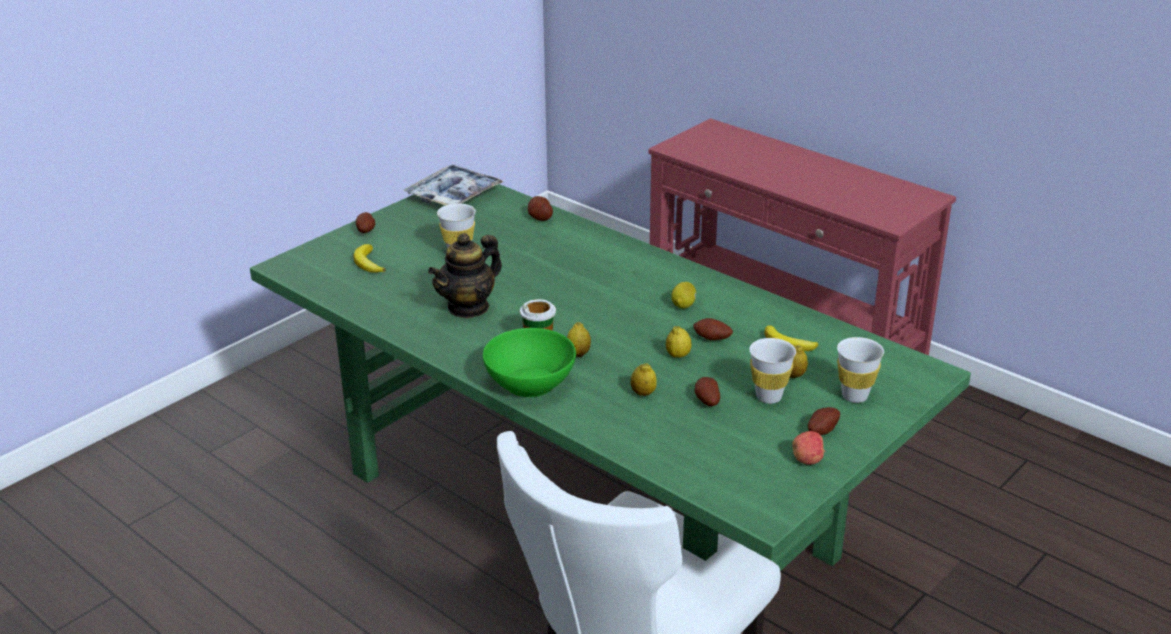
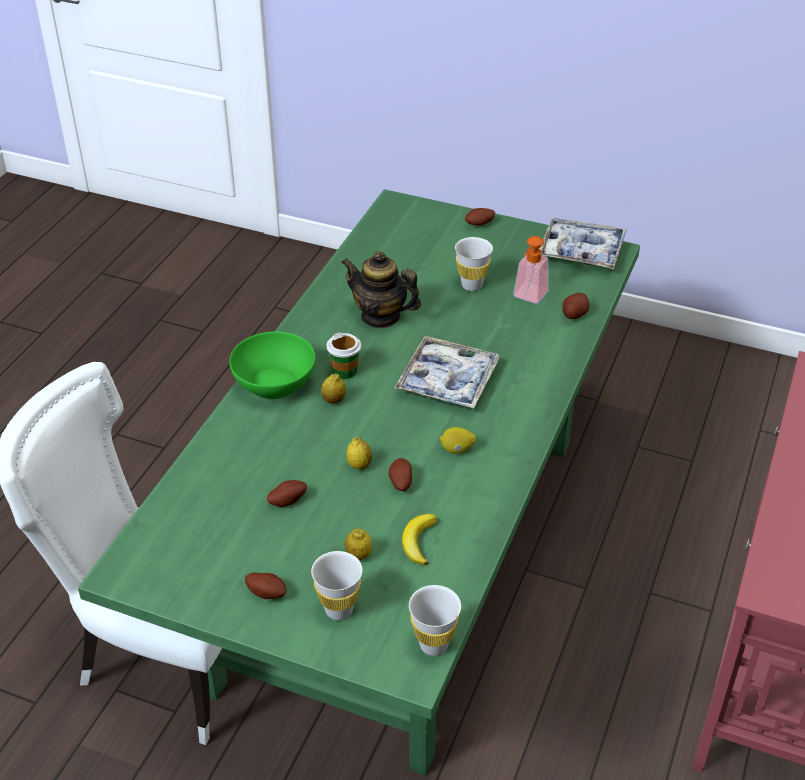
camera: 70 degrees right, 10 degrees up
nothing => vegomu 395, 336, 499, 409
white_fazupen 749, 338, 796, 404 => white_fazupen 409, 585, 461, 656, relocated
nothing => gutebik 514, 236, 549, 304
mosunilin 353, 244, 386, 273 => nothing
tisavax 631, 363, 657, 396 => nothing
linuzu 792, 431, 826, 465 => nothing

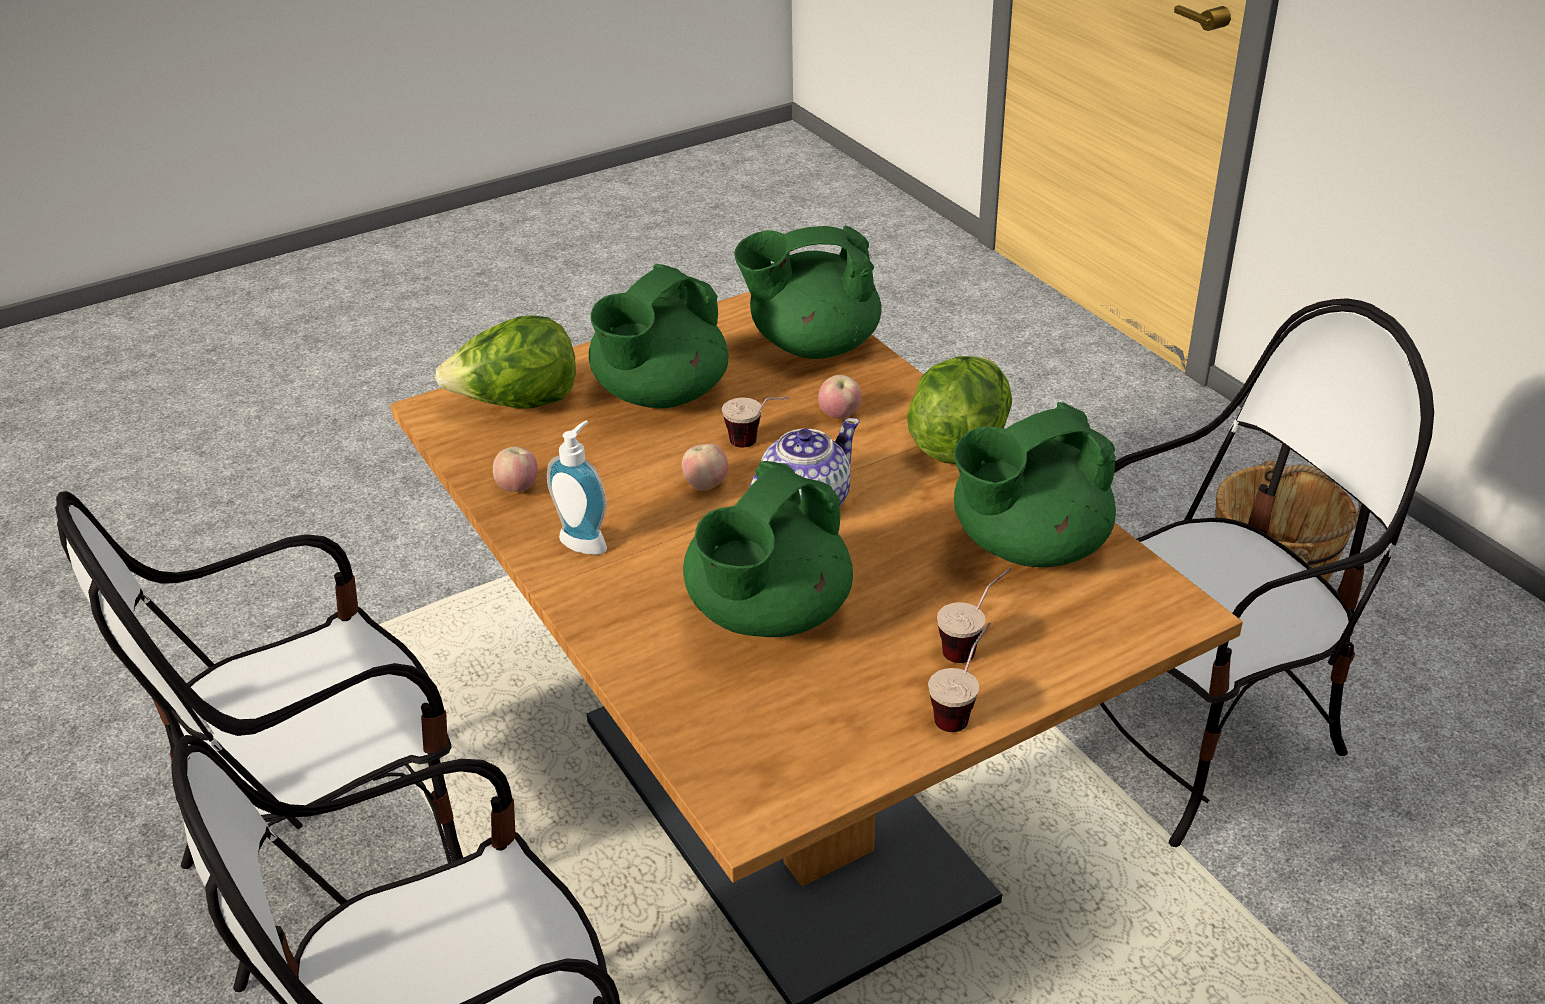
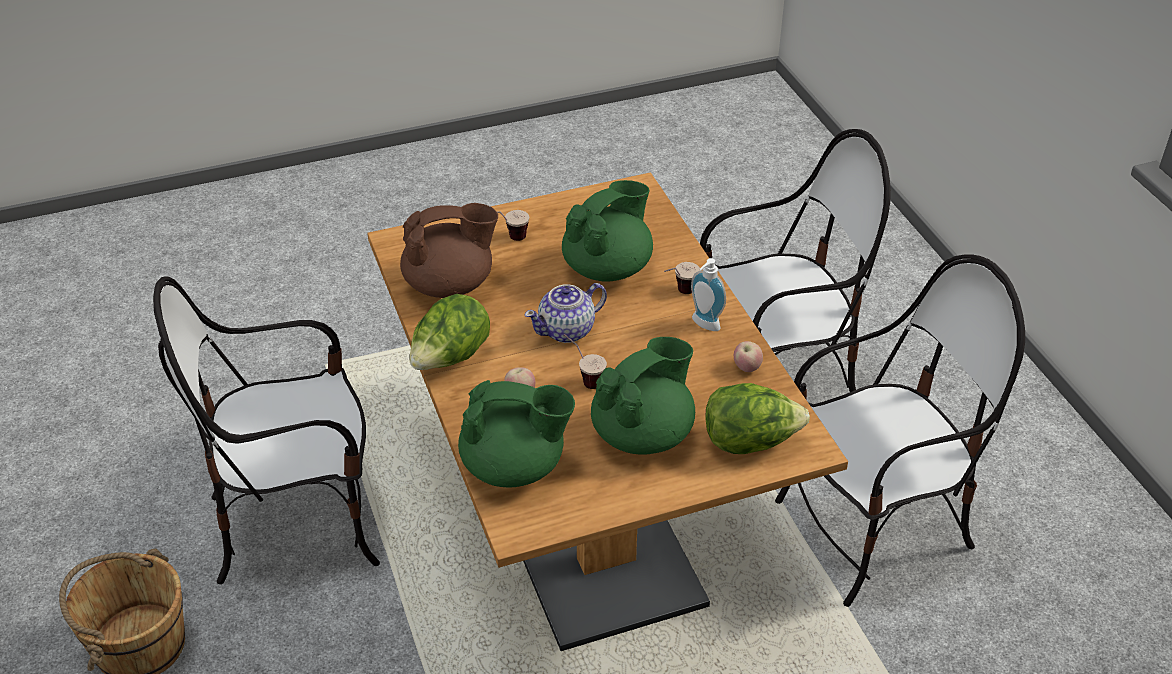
camera: 170 degrees left, 5 degrees up
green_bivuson 954, 402, 1116, 567 => brown_bivuson 400, 203, 498, 298
fazupen 928, 622, 991, 732 => fazupen 664, 262, 700, 294, relocated
linuzu 682, 444, 728, 491 => nothing

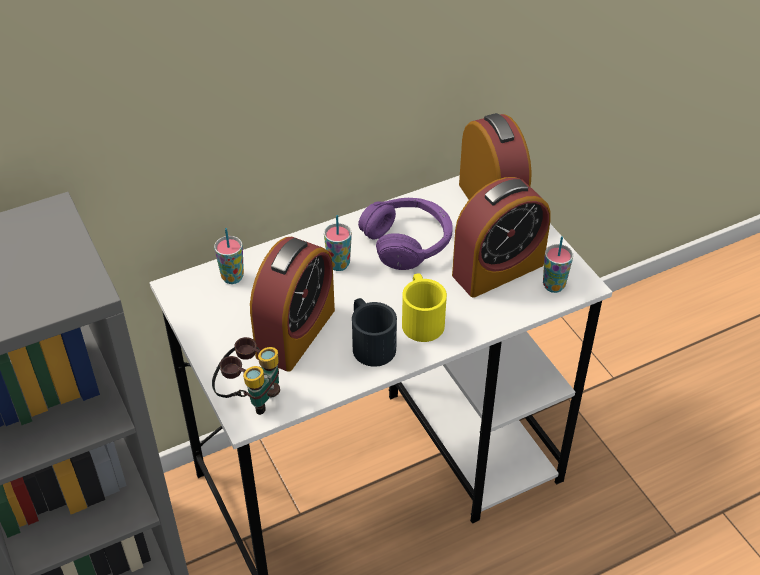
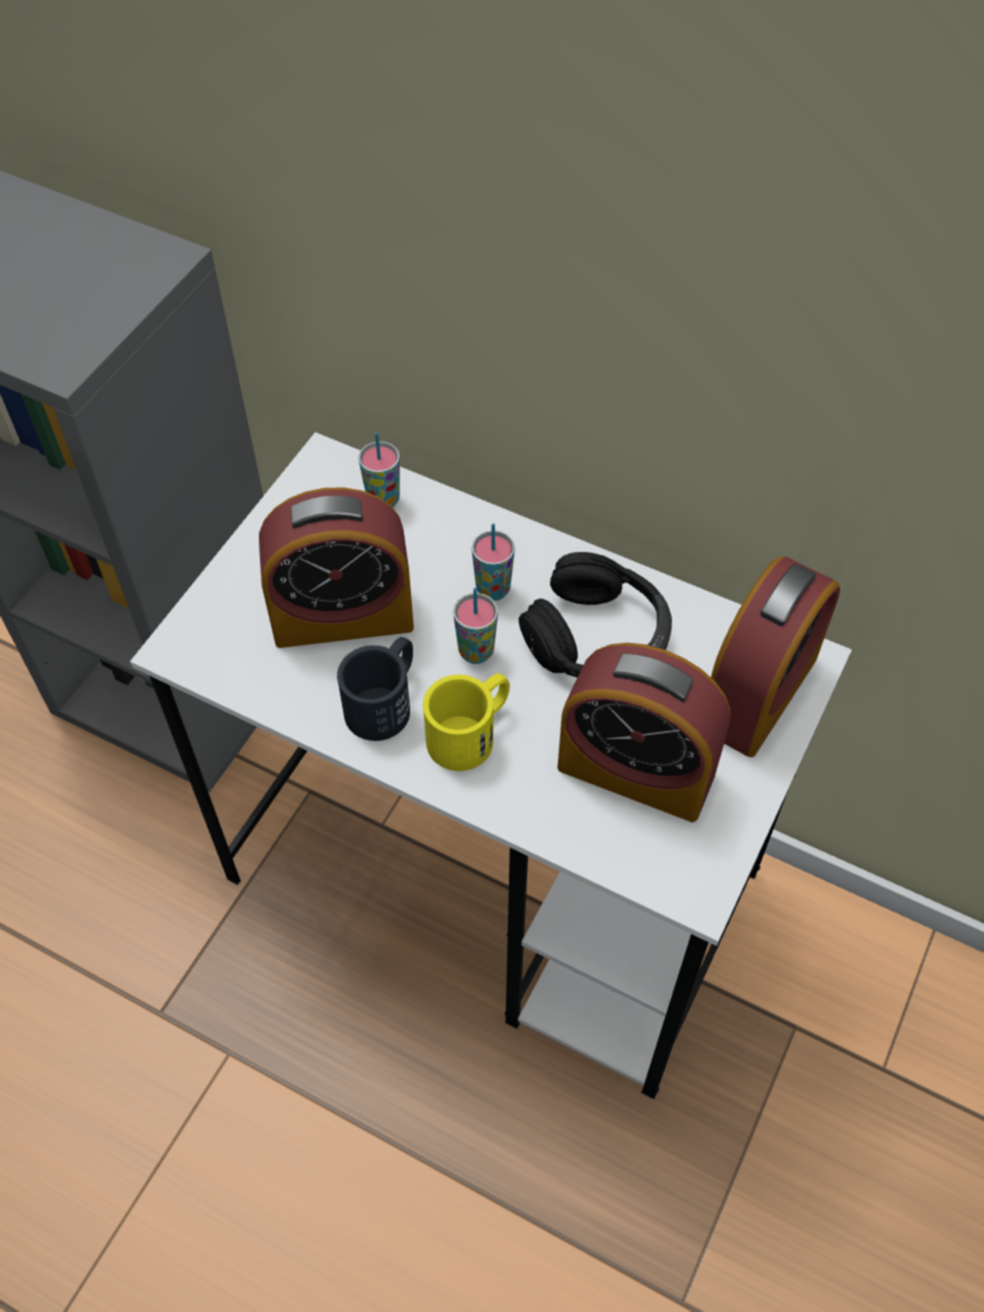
camera: 55 degrees right, 10 degrees up
fazupen 543, 236, 573, 293 => fazupen 453, 588, 498, 664, relocated
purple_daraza 358, 198, 453, 270 => black_daraza 519, 552, 672, 678
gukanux 212, 337, 280, 415 => nothing

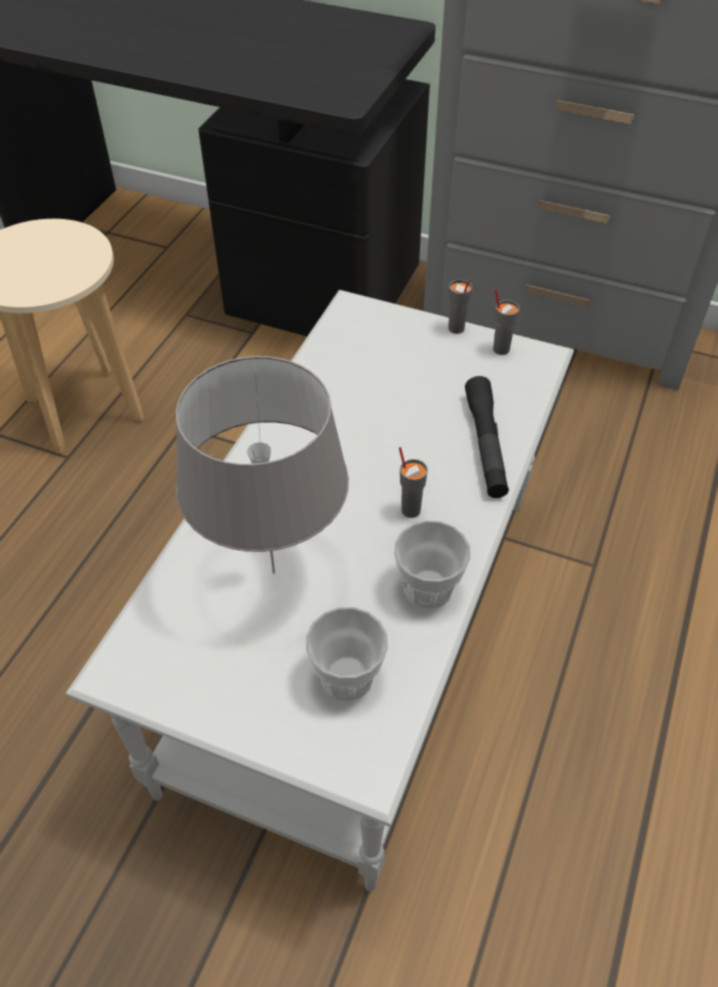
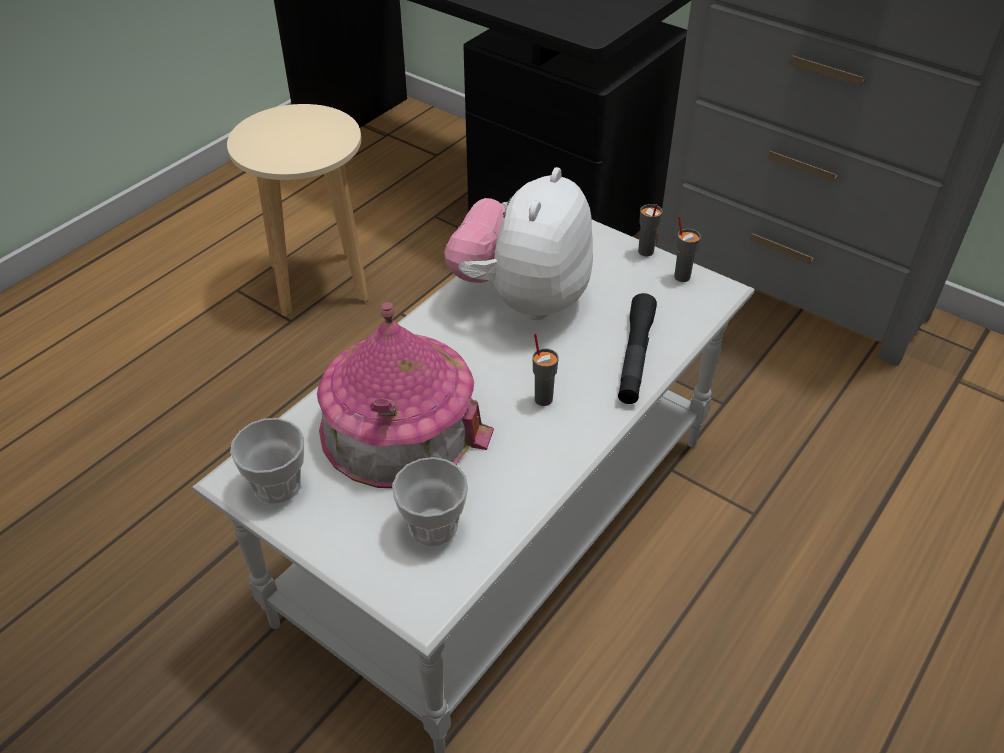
camera: 15 degrees right, 5 degrees down
fazupen 394, 520, 470, 609 => fazupen 230, 418, 304, 504, relocated
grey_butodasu 176, 356, 349, 574 => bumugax 317, 302, 494, 488
nothing => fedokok 444, 167, 593, 320

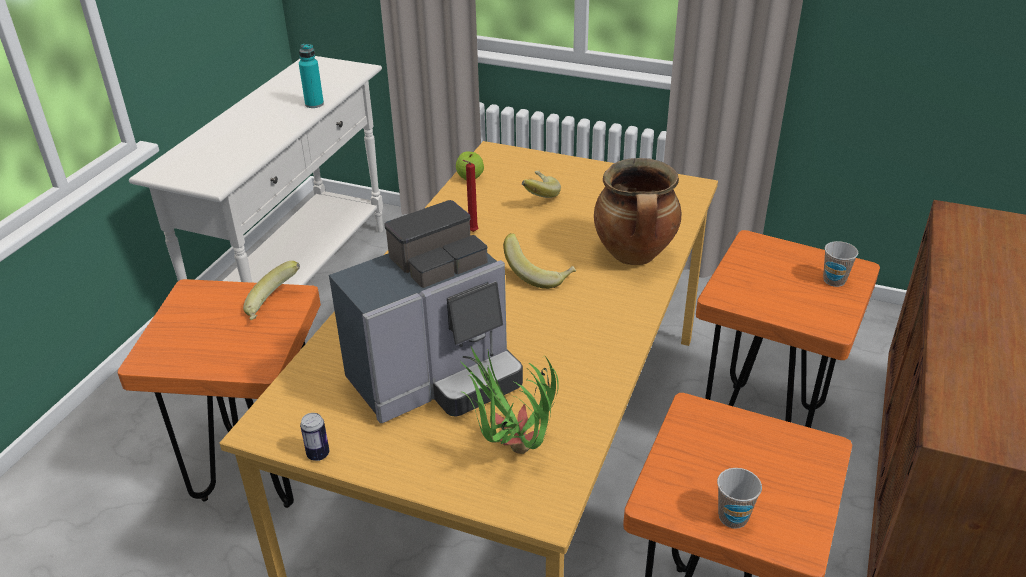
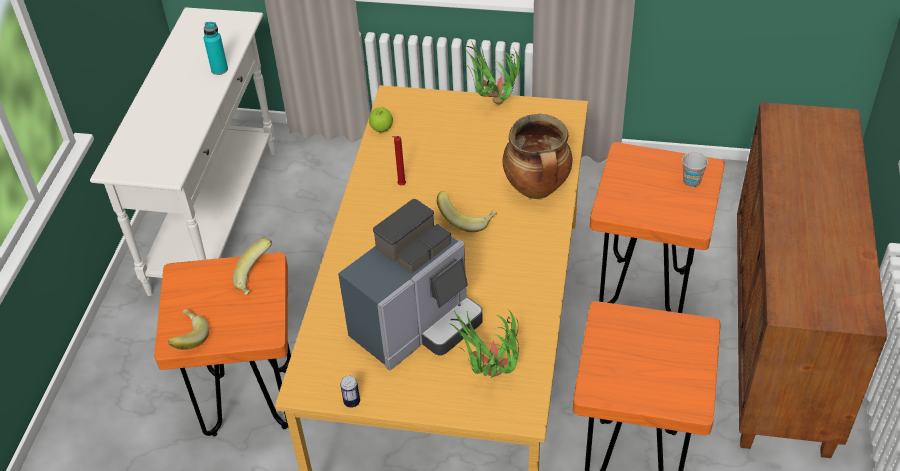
camera: 10 degrees left, 10 degrees up
mosunilin 522, 171, 561, 198 => mosunilin 168, 309, 209, 350, relocated
nothing => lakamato 465, 42, 521, 105
fazupen 717, 468, 762, 528 => nothing

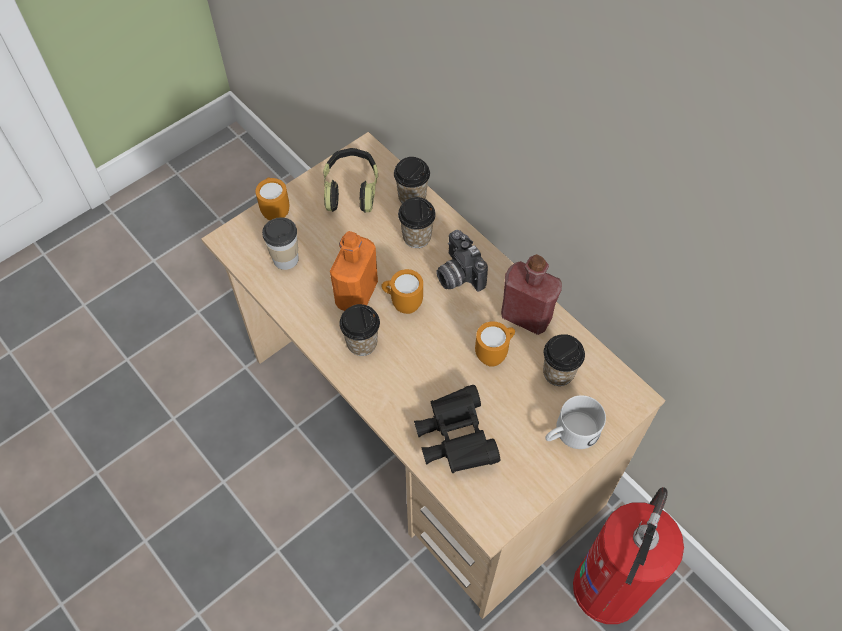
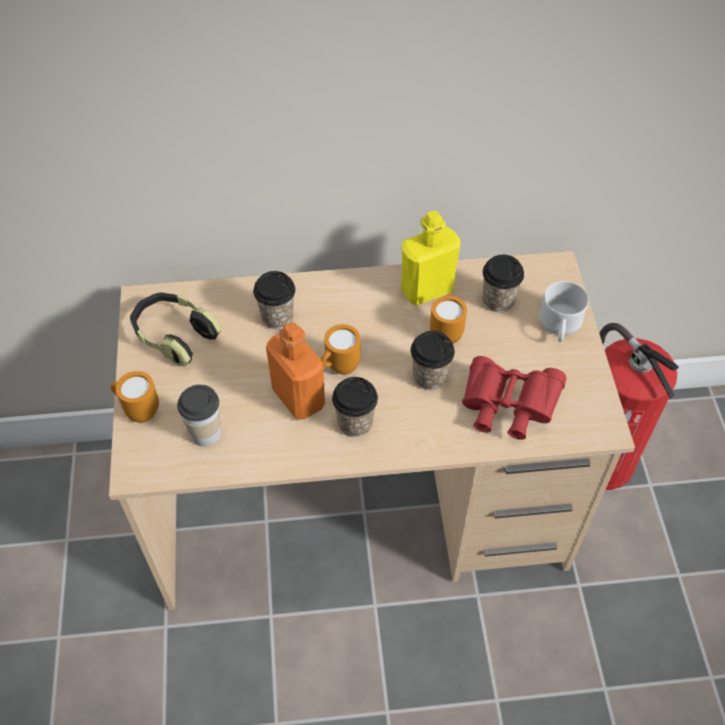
camera: 55 degrees left, 5 degrees down
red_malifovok 501, 254, 562, 335 => yellow_malifovok 401, 211, 460, 305
fazupen 394, 157, 430, 204 => fazupen 411, 331, 455, 390, relocated
black_gukanux 414, 385, 500, 473 => red_gukanux 462, 356, 566, 440
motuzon 436, 230, 488, 291 => nothing

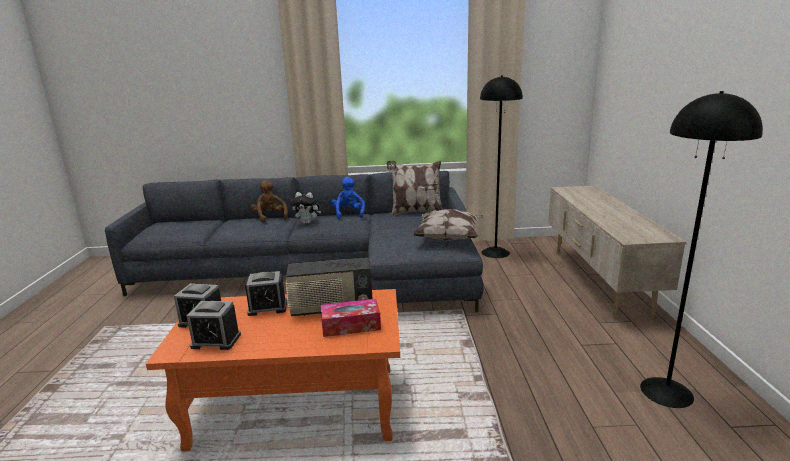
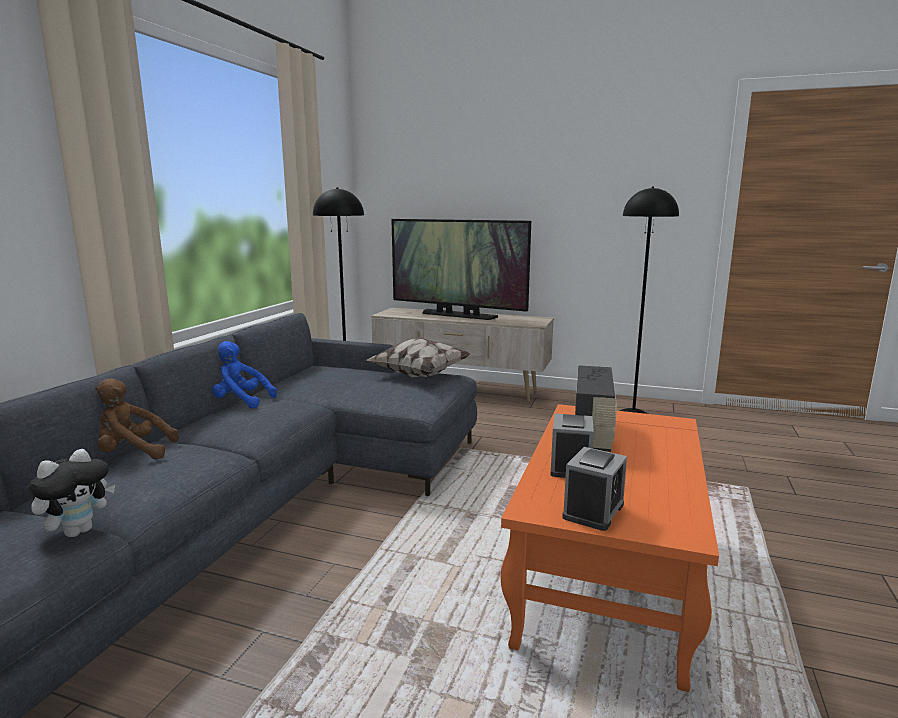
camera: 70 degrees left, 5 degrees down
fedokok 291, 192, 321, 224 => fedokok 29, 449, 115, 537, relocated
nothing => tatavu 391, 219, 531, 320
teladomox 187, 301, 241, 350 => nothing
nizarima 321, 299, 381, 337 => nothing
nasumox 387, 161, 443, 216 => nothing

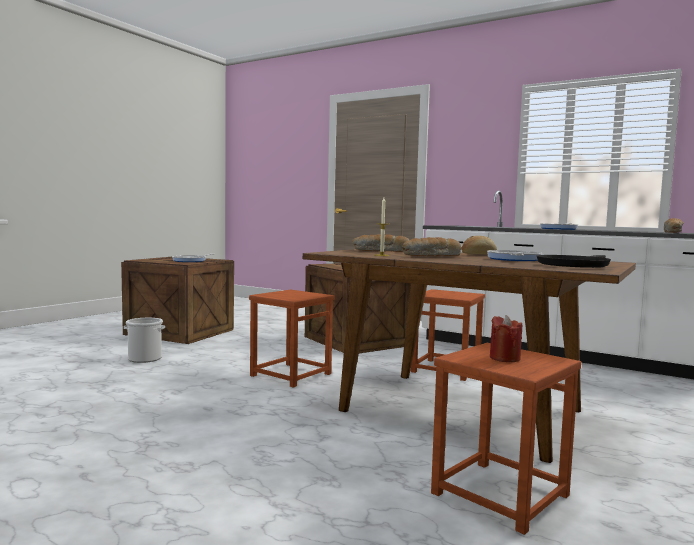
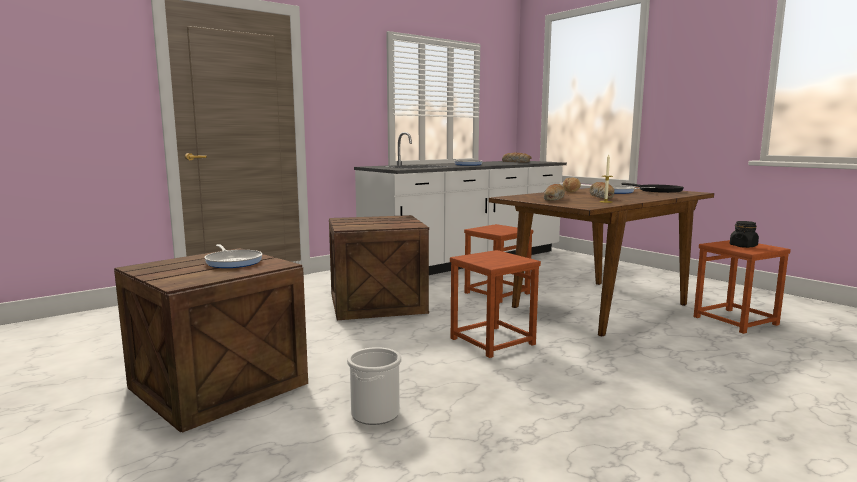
camera: 70 degrees left, 5 degrees up
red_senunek 490, 315, 522, 362 => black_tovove 730, 221, 759, 248

